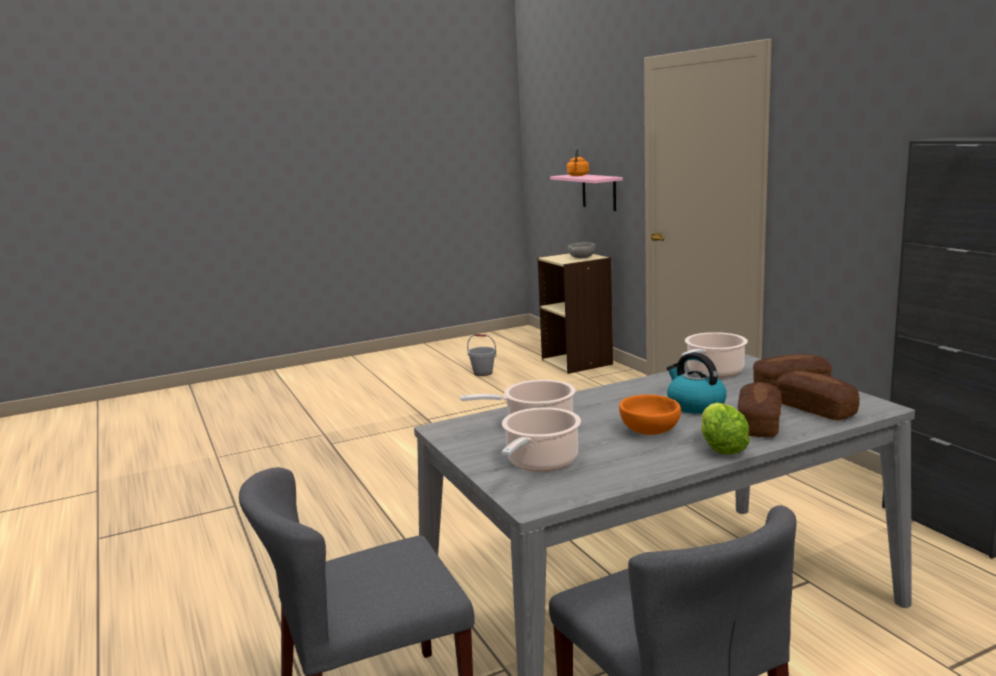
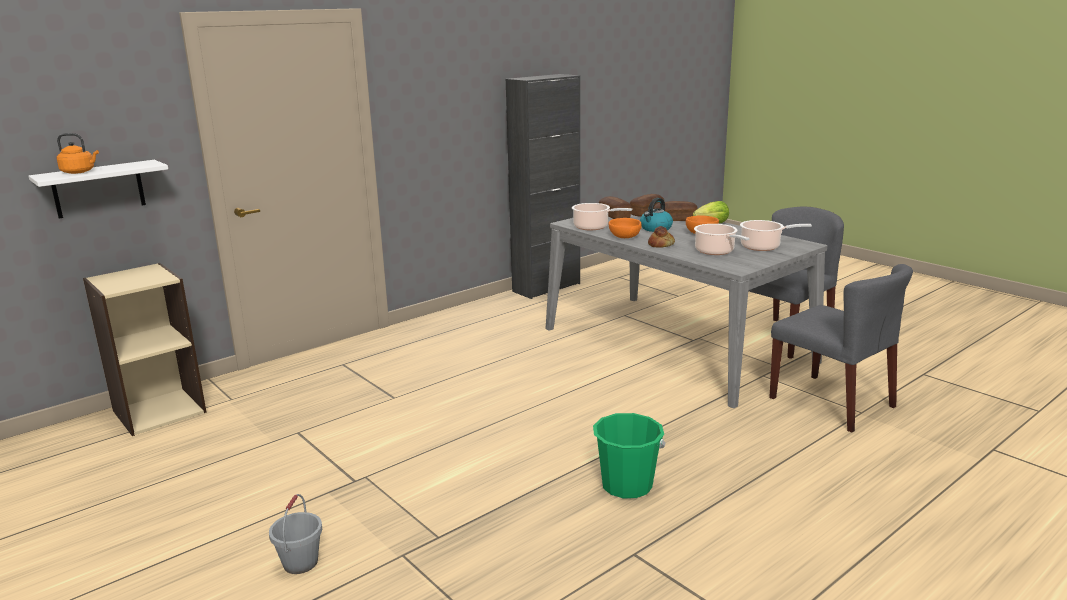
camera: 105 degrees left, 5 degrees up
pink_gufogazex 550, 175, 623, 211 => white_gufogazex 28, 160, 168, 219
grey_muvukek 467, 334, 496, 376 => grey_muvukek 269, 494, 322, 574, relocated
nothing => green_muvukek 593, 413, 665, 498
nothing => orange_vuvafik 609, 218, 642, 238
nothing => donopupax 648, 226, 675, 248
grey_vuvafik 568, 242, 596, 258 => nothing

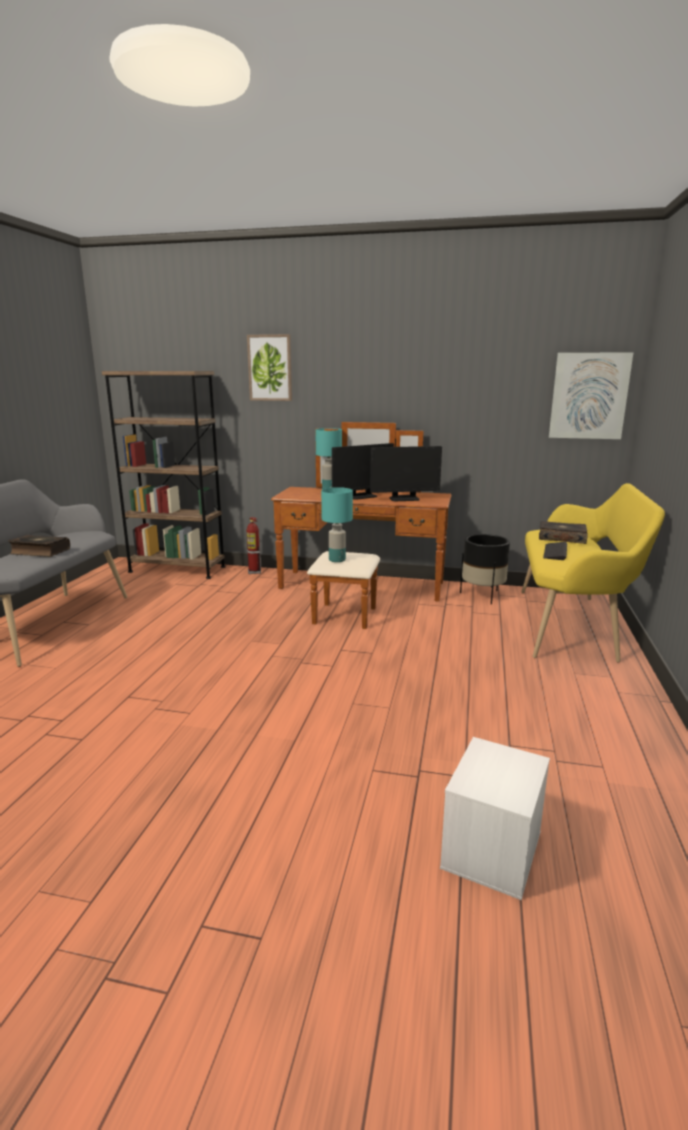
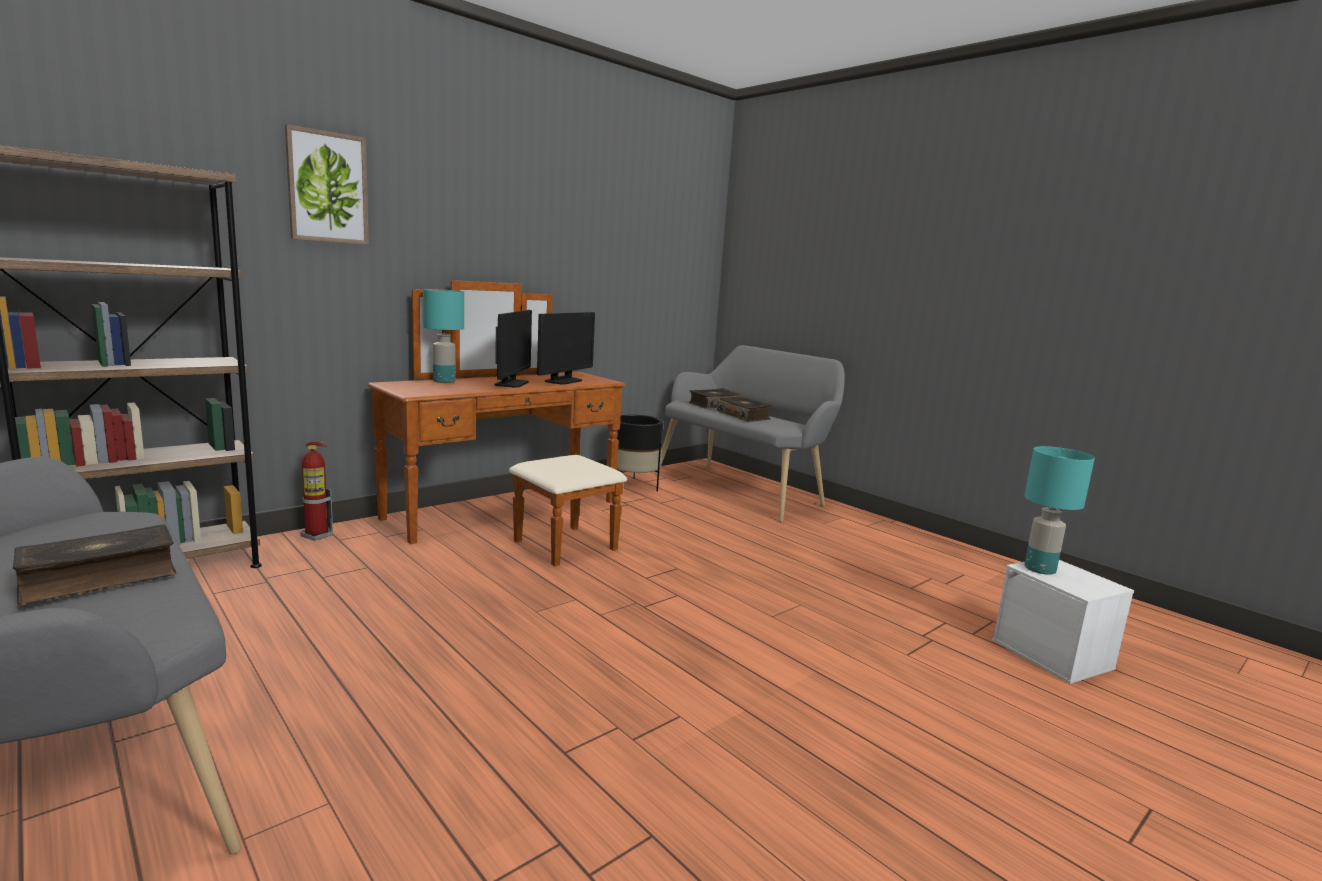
camera: 55 degrees left, 5 degrees down
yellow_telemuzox 521, 483, 665, 663 => grey_telemuzox 655, 345, 845, 523
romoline 543, 542, 567, 560 => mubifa 717, 396, 771, 422
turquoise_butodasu 321, 487, 353, 562 => turquoise_butodasu 1025, 446, 1095, 575, relocated
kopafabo 549, 352, 634, 439 => nothing

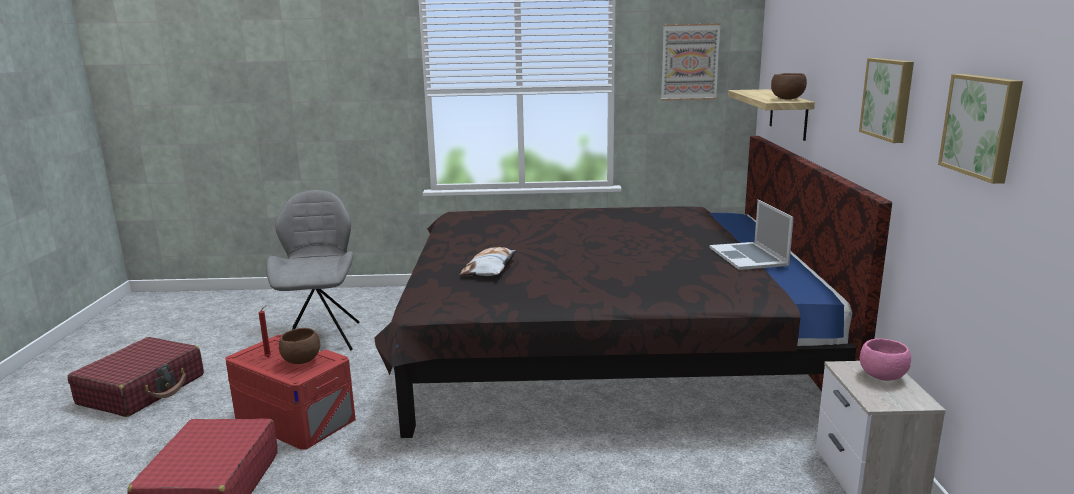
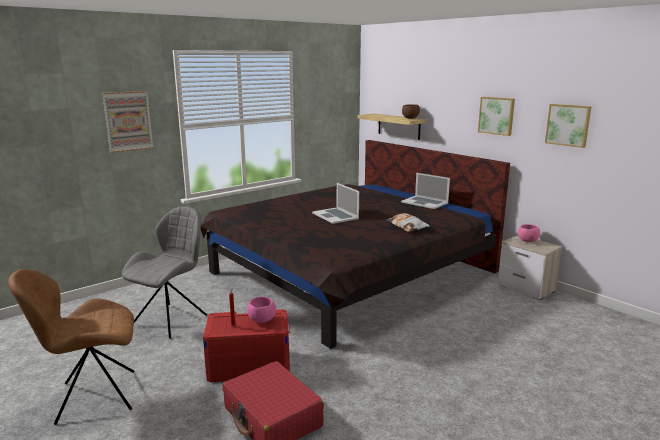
camera: 40 degrees left, 0 degrees up
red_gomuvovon 68, 337, 204, 417 => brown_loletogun 8, 269, 134, 425
kopafabo 661, 23, 721, 101 => kopafabo 102, 91, 154, 153, relocated
grey_loletogun 266, 190, 360, 350 => grey_loletogun 122, 206, 207, 339, 75 degrees clockwise
brown_vuvafik 279, 328, 320, 364 => pink_vuvafik 247, 297, 276, 323
nothing => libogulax 312, 183, 359, 224
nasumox 459, 247, 517, 276 => nasumox 386, 213, 430, 232, relocated

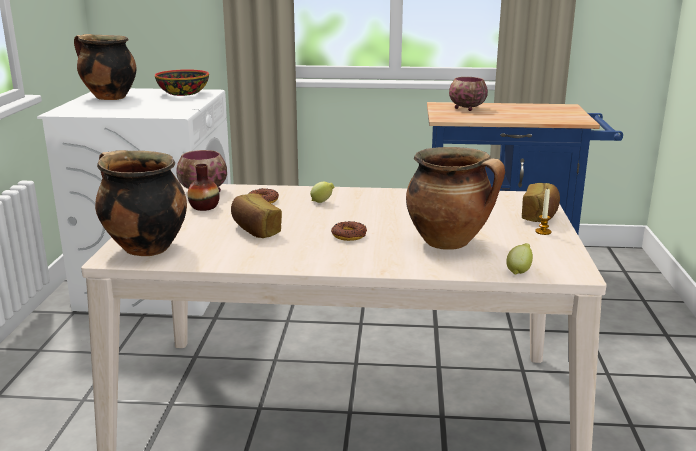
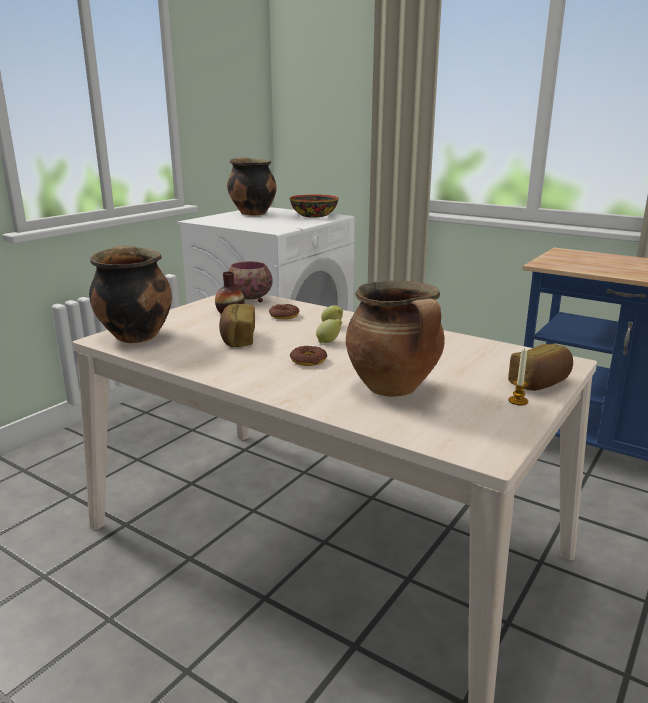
camera: 30 degrees right, 0 degrees up
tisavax 506, 243, 533, 275 => tisavax 316, 319, 342, 343, relocated
vuvafik 449, 77, 488, 111 => nothing

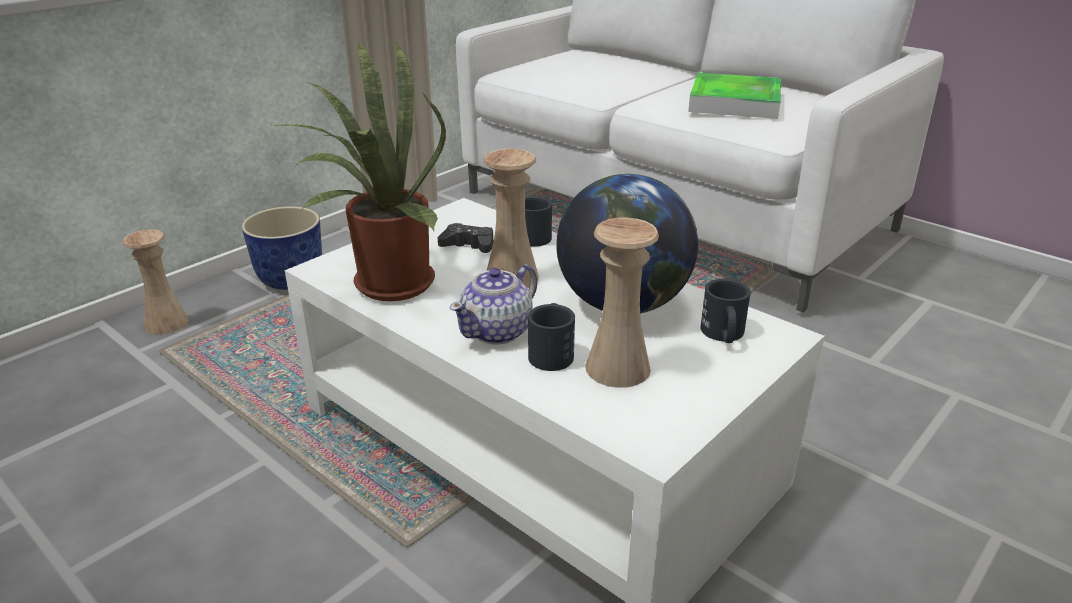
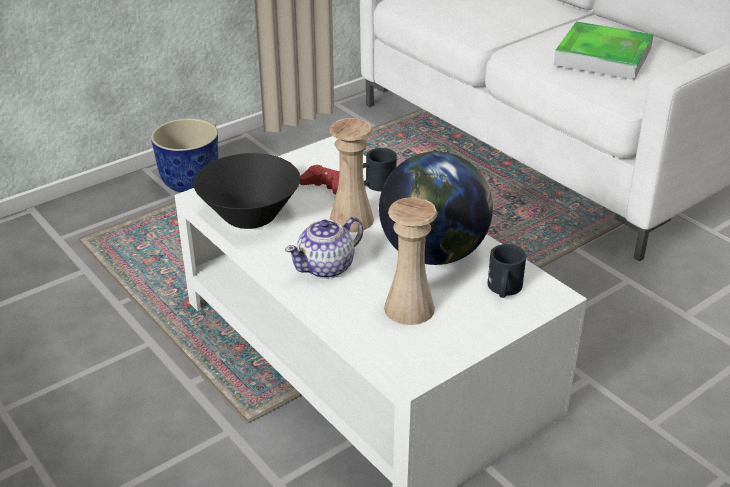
camera: 10 degrees right, 5 degrees up
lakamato 277, 41, 446, 301 => black_vuvafik 194, 153, 300, 229
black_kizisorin 438, 223, 493, 253 => red_kizisorin 300, 165, 340, 194
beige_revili 122, 229, 188, 334 => nothing
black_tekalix 528, 303, 575, 371 => nothing

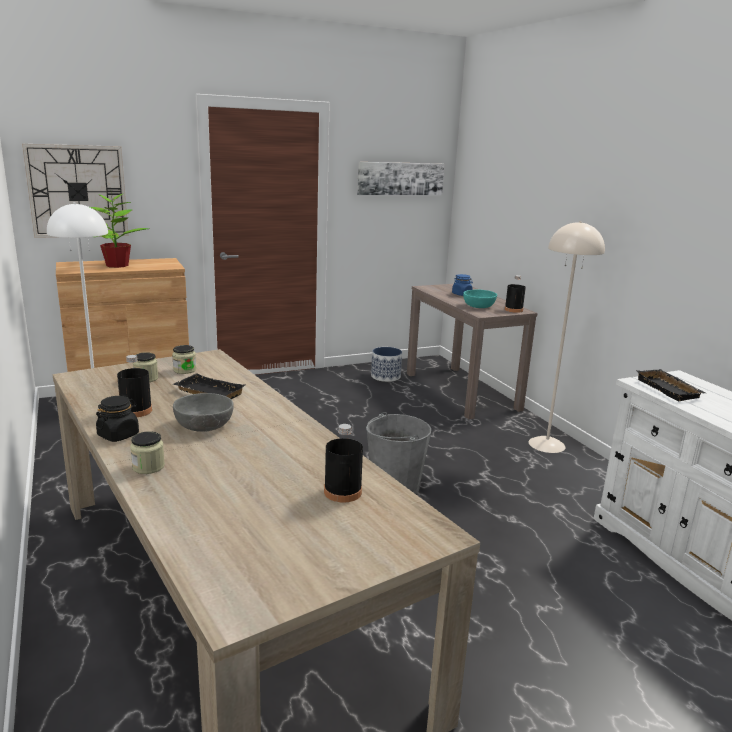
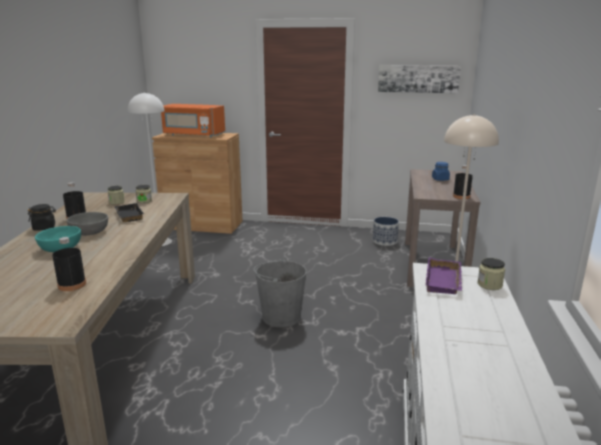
camera: 35 degrees right, 0 degrees up
turquoise_vuvafik 463, 289, 497, 308 => turquoise_vuvafik 35, 226, 81, 252, relocated
lakamato 90, 192, 149, 268 => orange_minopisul 161, 104, 225, 138
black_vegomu 636, 369, 705, 401 => purple_vegomu 425, 257, 462, 294
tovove 130, 431, 165, 474 => tovove 477, 258, 505, 290, relocated
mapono 22, 144, 129, 238 => nothing

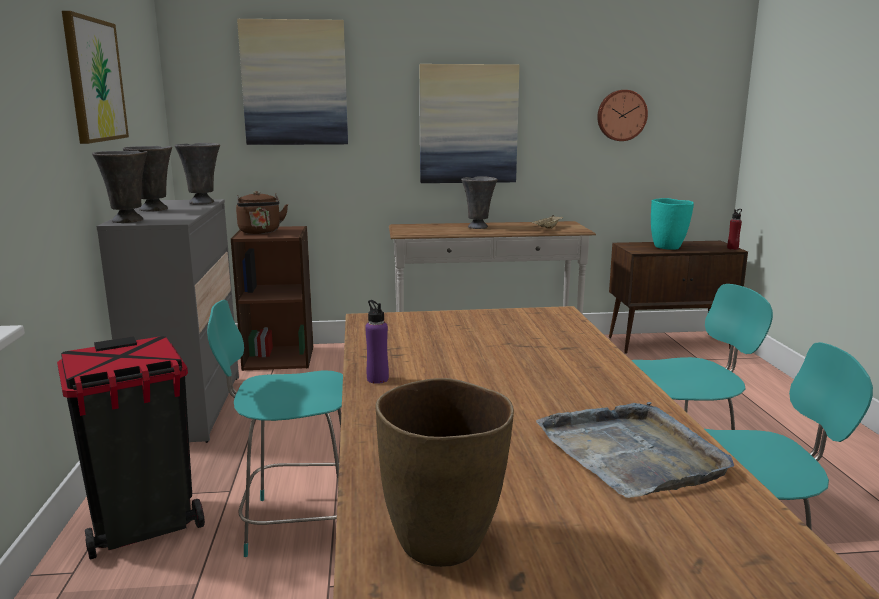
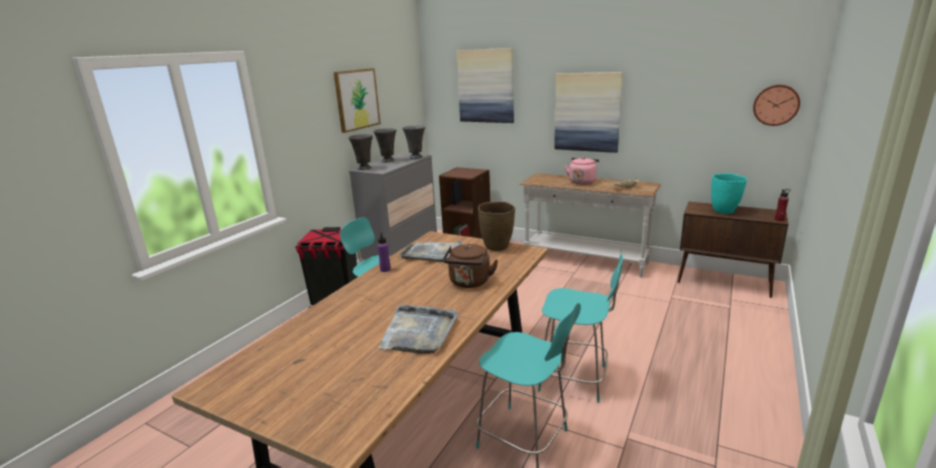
camera: 35 degrees right, 5 degrees up
nothing => grey_vegomu 399, 241, 463, 262
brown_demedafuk 236, 191, 288, 234 => brown_demedafuk 443, 244, 498, 288, relocated
brown_revili 376, 378, 514, 567 => brown_revili 478, 201, 515, 251, relocated
grey_revili 461, 176, 498, 229 => pink_demedafuk 564, 157, 599, 184
mapono 597, 90, 648, 141 => mapono 753, 85, 800, 126, relocated

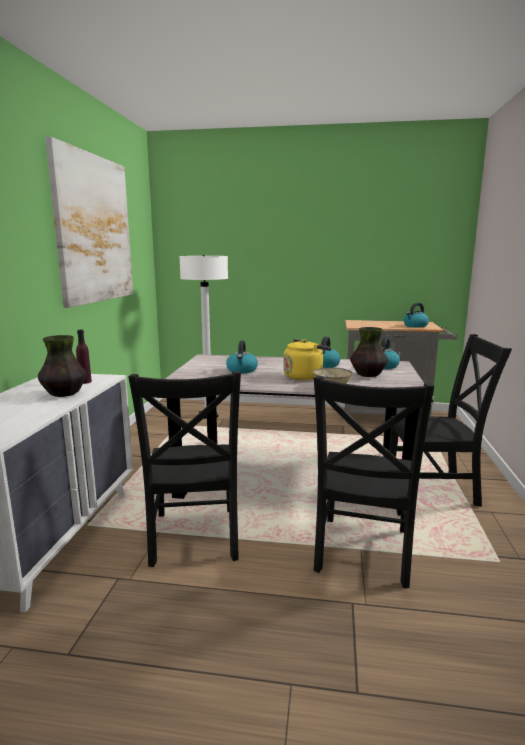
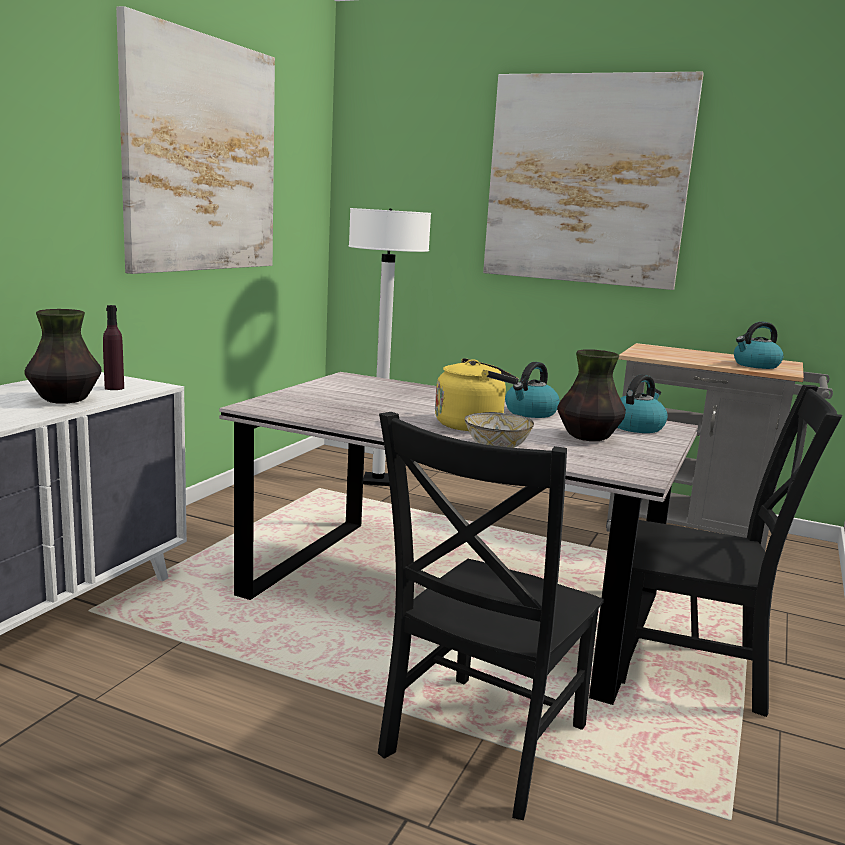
camera: 15 degrees right, 0 degrees up
nothing => kopafabo 483, 72, 704, 290
black_loletogun 128, 371, 241, 567 => nothing
demedafuk 226, 340, 258, 373 => nothing

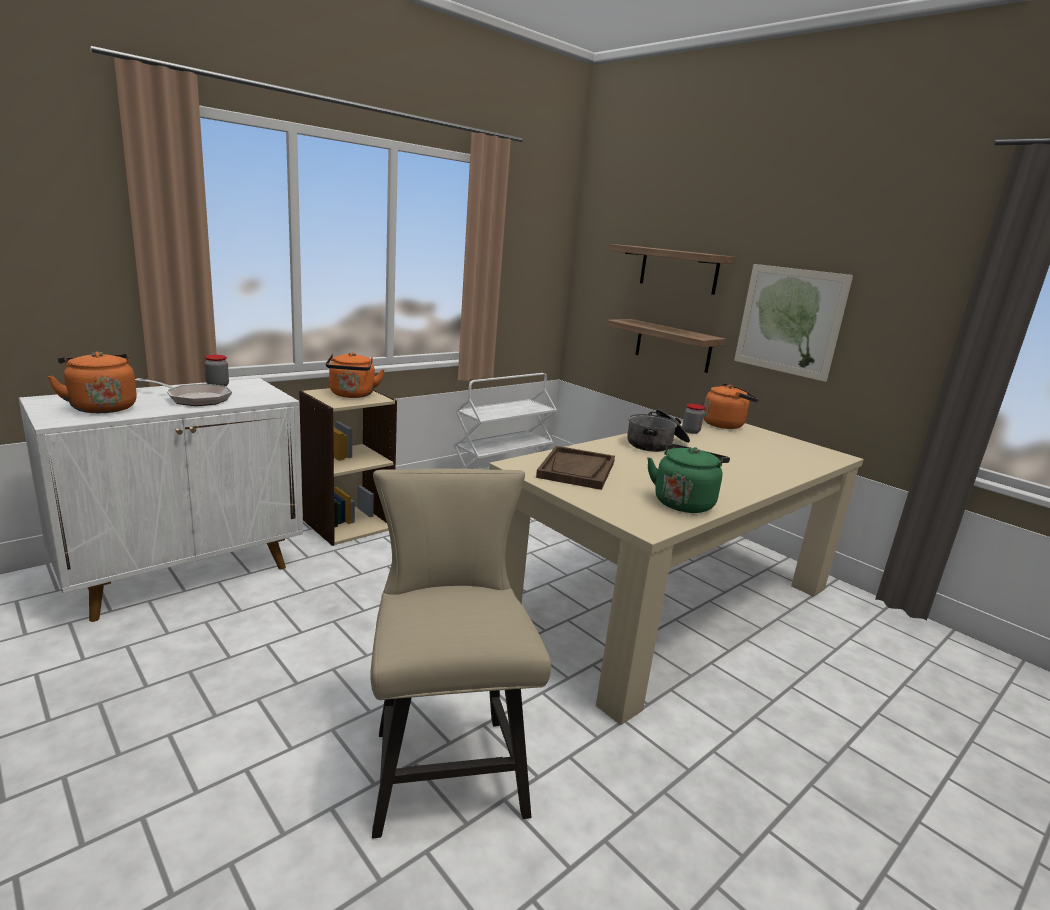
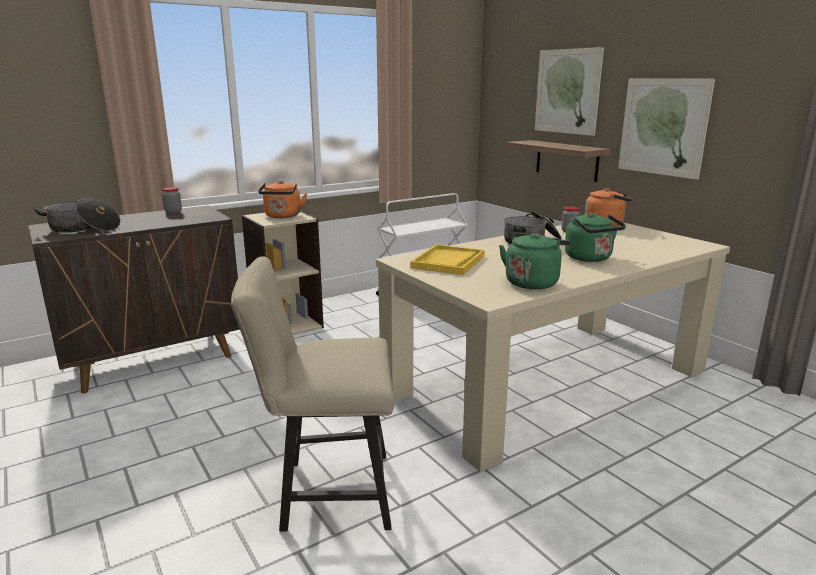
camera: 10 degrees right, 0 degrees up
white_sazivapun 19, 378, 303, 622 => brown_sazivapun 28, 206, 240, 393
orange_demedafuk 48, 351, 137, 413 => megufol 33, 197, 120, 233
beige_loletogun 370, 469, 551, 838 => beige_loletogun 231, 257, 394, 532, 90 degrees counterclockwise
brown_vegomu 536, 446, 615, 490 => yellow_vegomu 410, 244, 485, 275
gufogazex 610, 244, 734, 295 => kopafabo 535, 47, 604, 136
nothing => green_demedafuk 565, 213, 626, 262
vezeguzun 135, 378, 232, 406 => nothing

